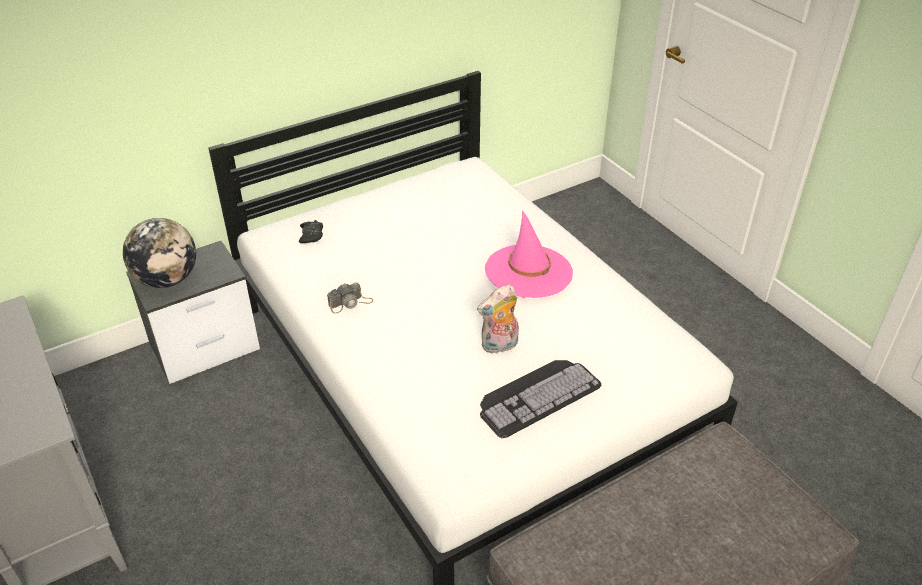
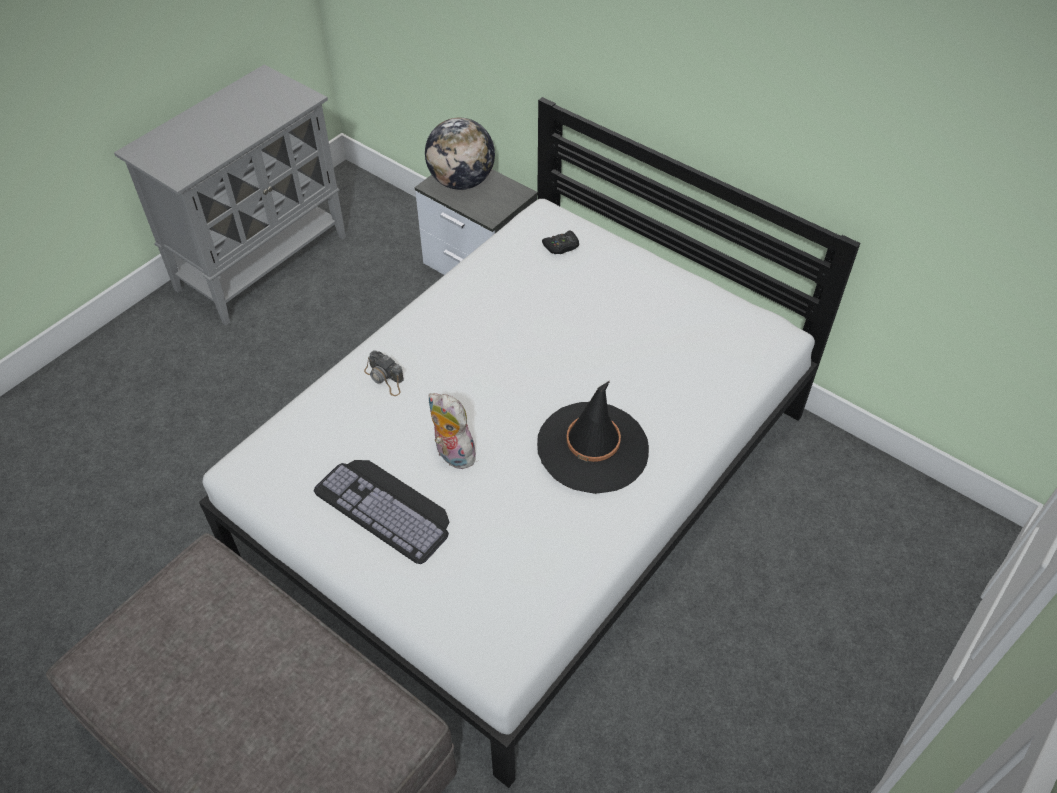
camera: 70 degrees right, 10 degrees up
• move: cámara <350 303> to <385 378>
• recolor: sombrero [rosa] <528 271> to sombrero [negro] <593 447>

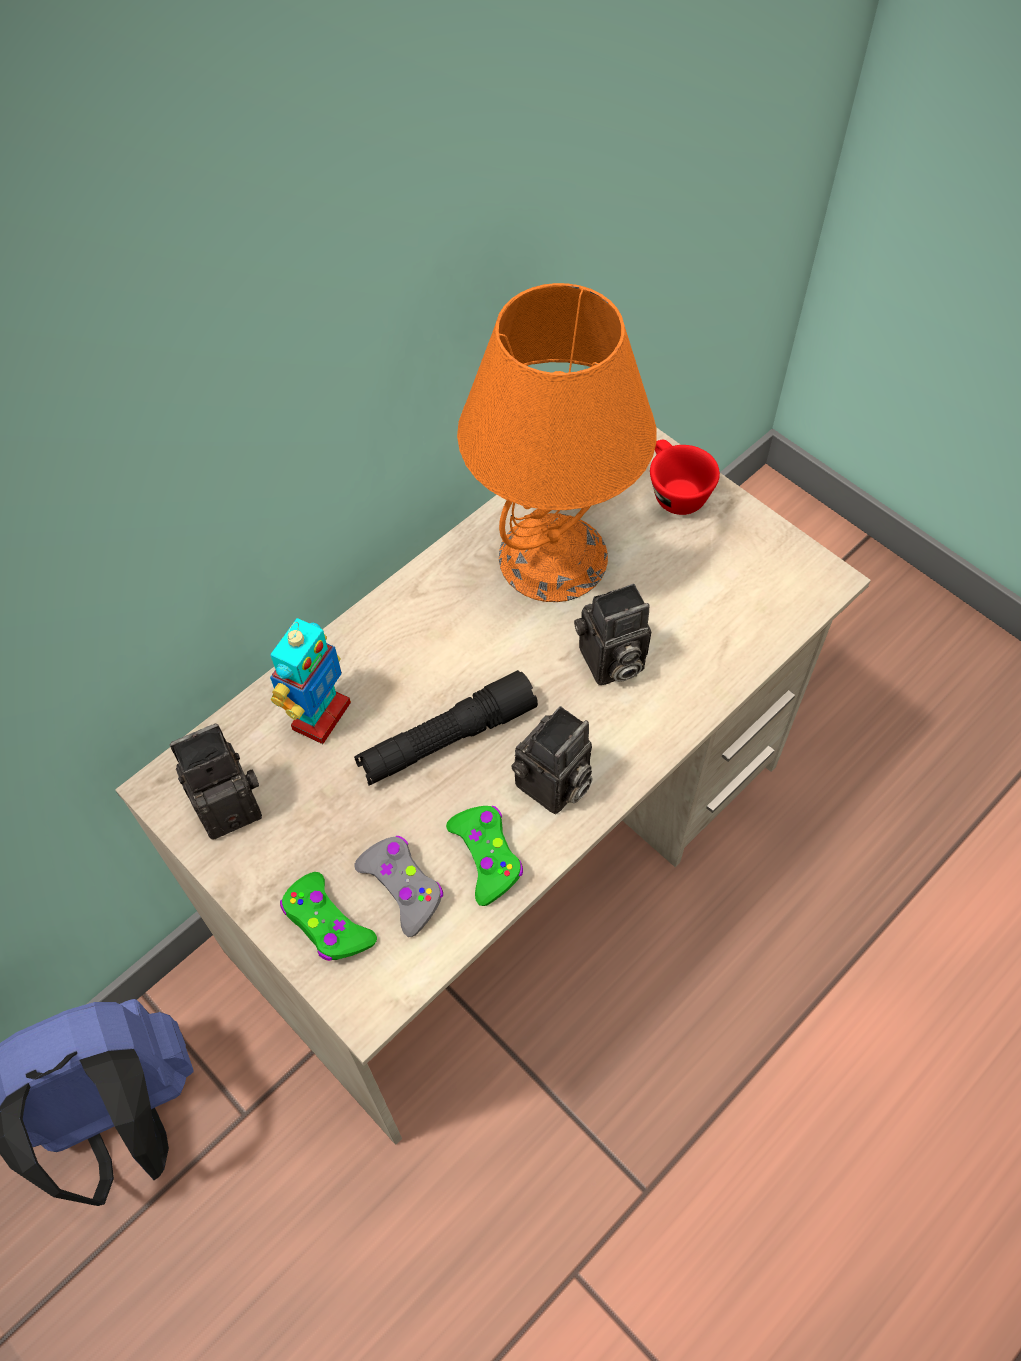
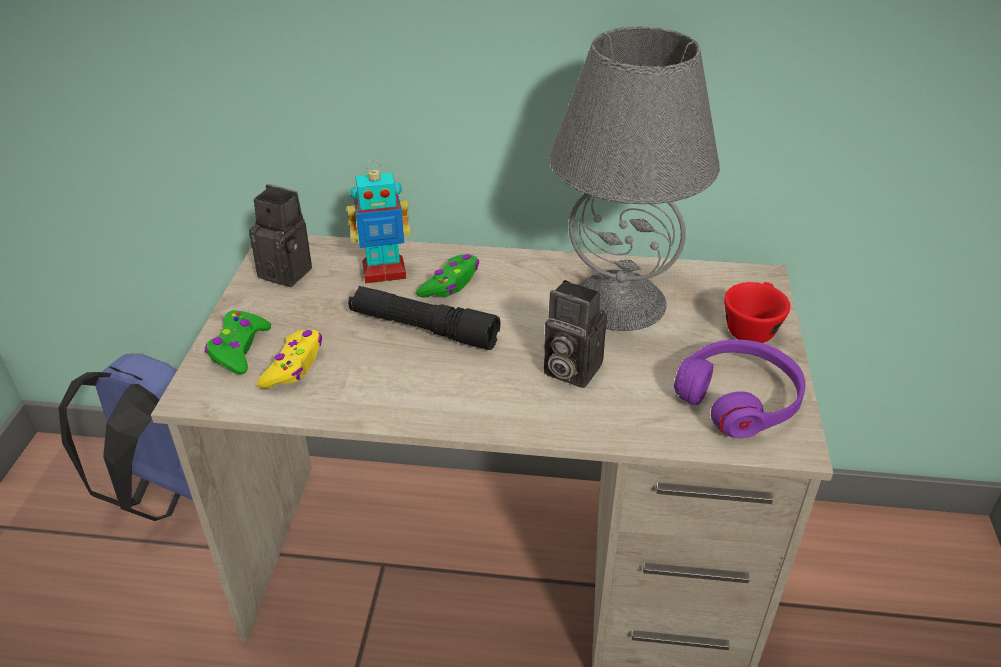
camera: 50 degrees right, 20 degrees down
• recolor: mando de consola [gris] <402 887> to mando de consola [amarillo] <294 366>
• move: mando de consola [verde] <486 856> to <450 283>
• recolor: lámpara de mesa [naranja] <553 558> to lámpara de mesa [gris] <617 302>
• insert: auriculares [morado] <739 399>
• delete: cámara <553 787>

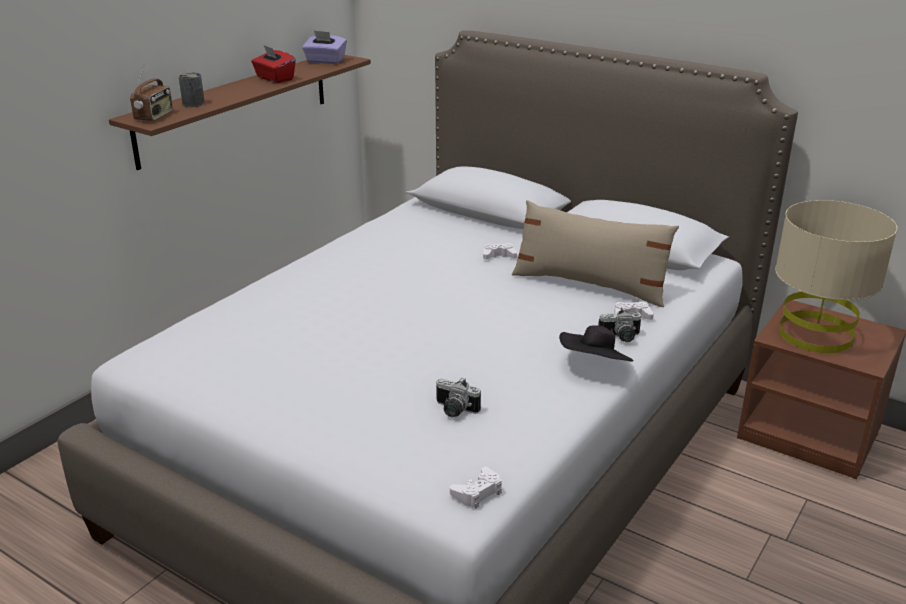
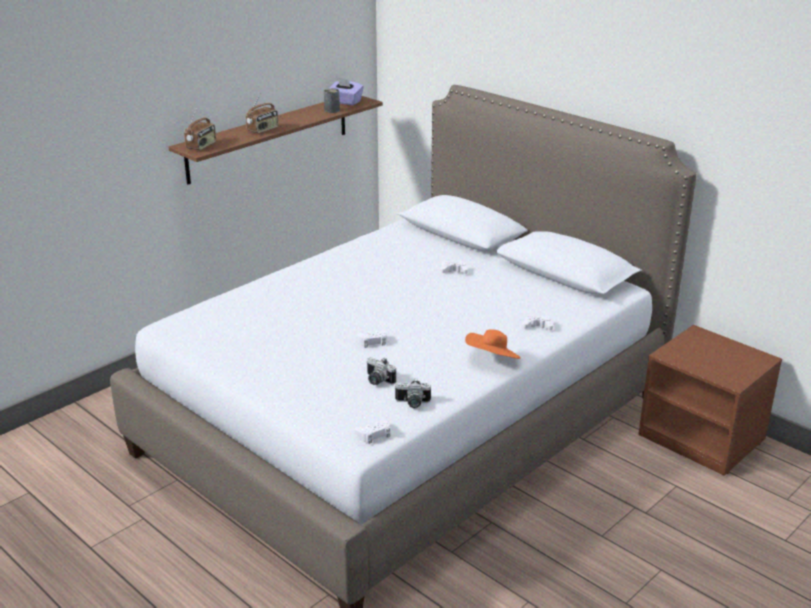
camera: 10 degrees right, 0 degrees up
• insert: radio <263 130>
• move: lata <193 104> to <332 110>
• insert: mando de consola [blanco] <373 341>
• move: cámara <620 338> to <412 403>
• recolor: sombrero [negro] <595 365> to sombrero [naranja] <492 359>
• delete: caja de pañuelos [rojo] <274 78>
• delete: cojín [beis] <589 285>
• delete: lámpara de mesa [beis] <816 334>

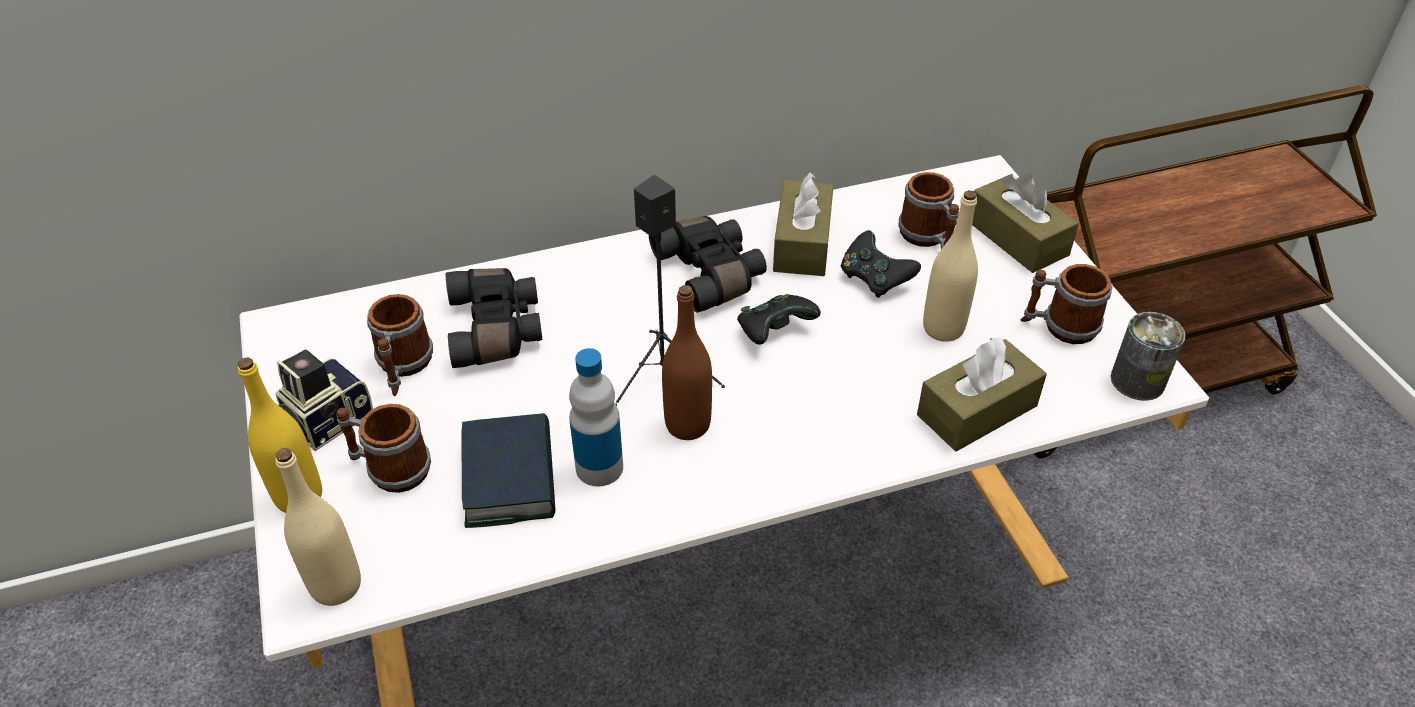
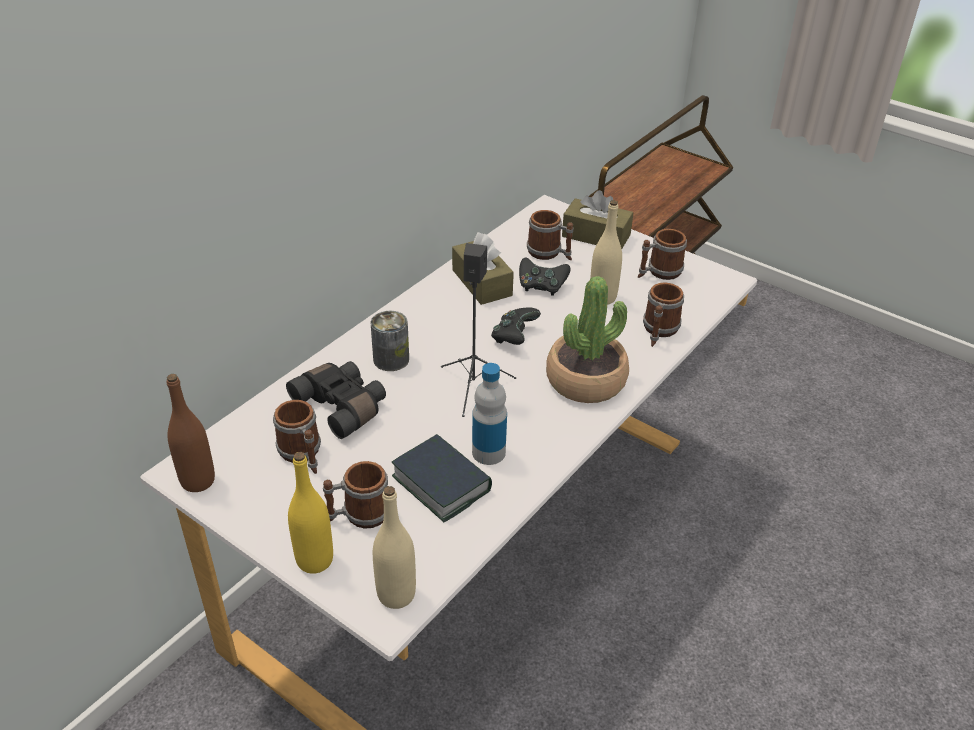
camera: 35 degrees left, 5 degrees down
• move: botella [marrón] <687 425> to <198 481>
• move: lata <1137 381> to <391 359>
• insert: planta en maceta <586 380>
• replace: caja de pañuelos [marrón] <977 410> to taza grande <659 331>
• delete: cámara <317 425>
• delete: prismáticos [negro] <712 273>

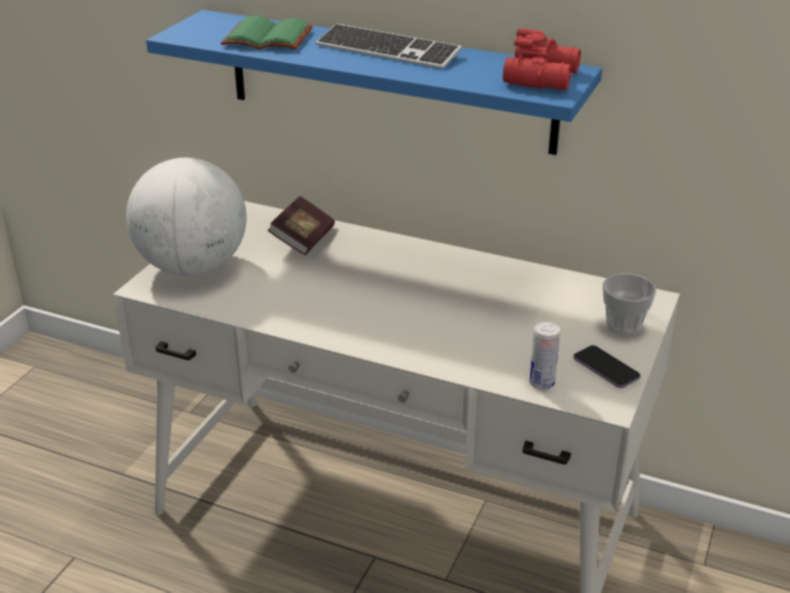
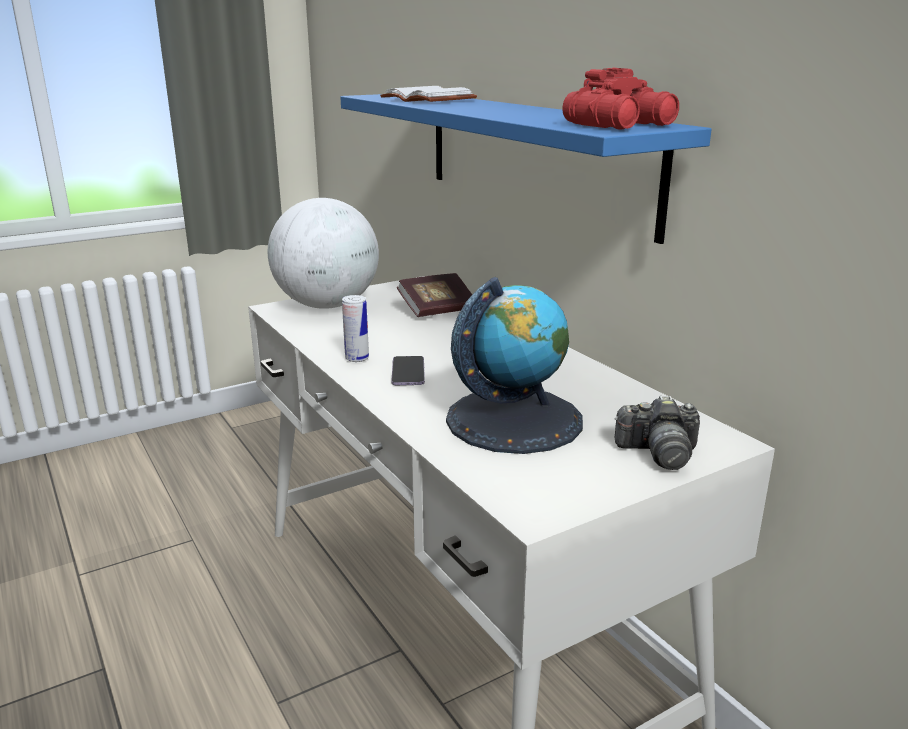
camera: 35 degrees right, 10 degrees down
• move: lata <542 383> to <357 358>
• recolor: libro [verde] <269 37> to libro [blanco] <431 100>
• move: móvil <606 368> to <408 373>
• insert: globo terráqueo <514 419>
• replace: taza <623 325> to cámara <658 453>
• delete: teclado <387 50>

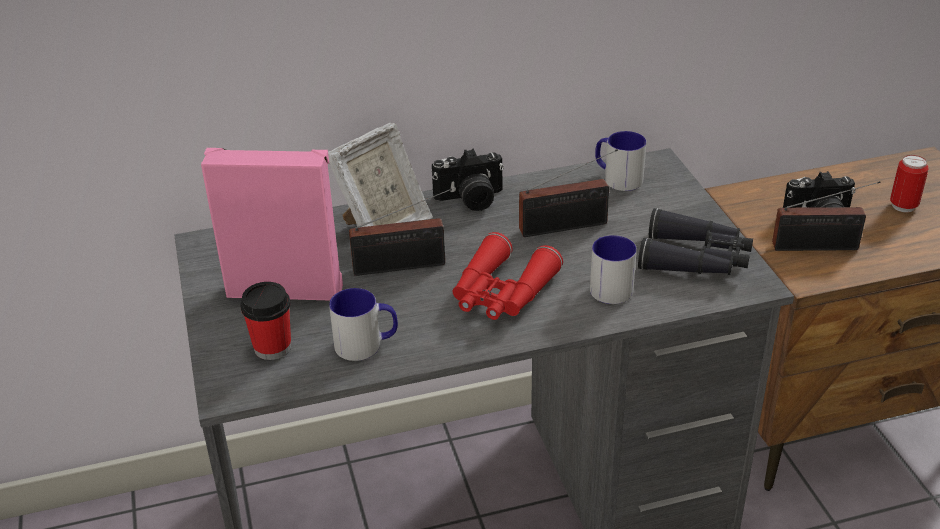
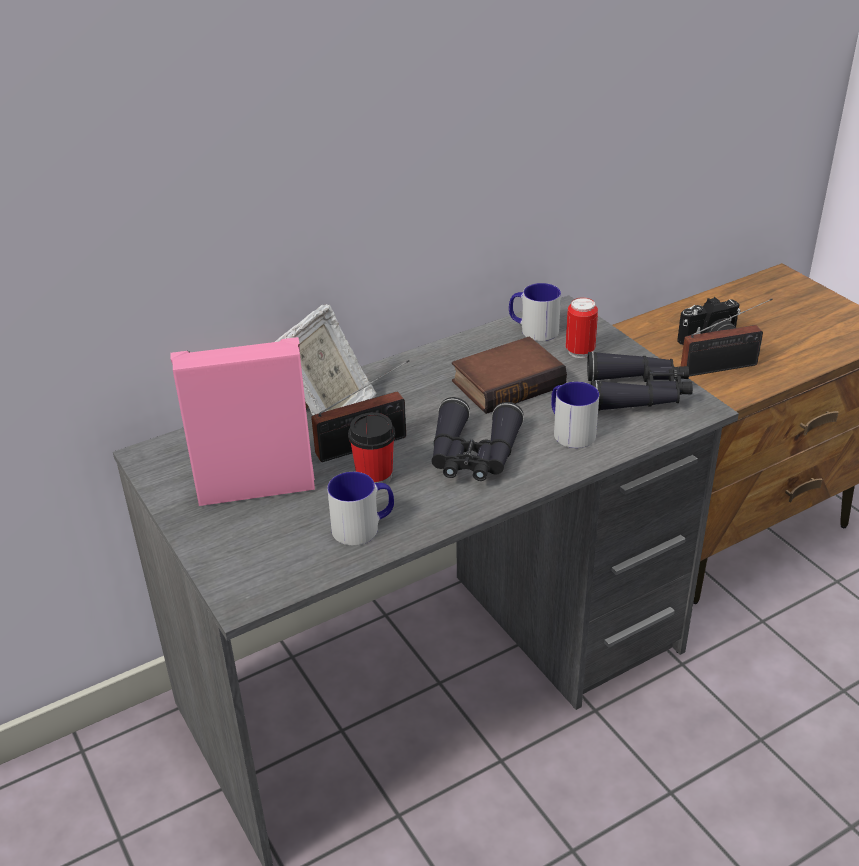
camera: 15 degrees left, 0 degrees up
• move: taza <272 347> to <374 476>
• recolor: prismáticos [rojo] <501 293> to prismáticos [negro] <473 455>
• replace: radio <568 226> to libro <507 382>
• move: lata <903 206> to <580 351>
• delete: cámara <470 199>

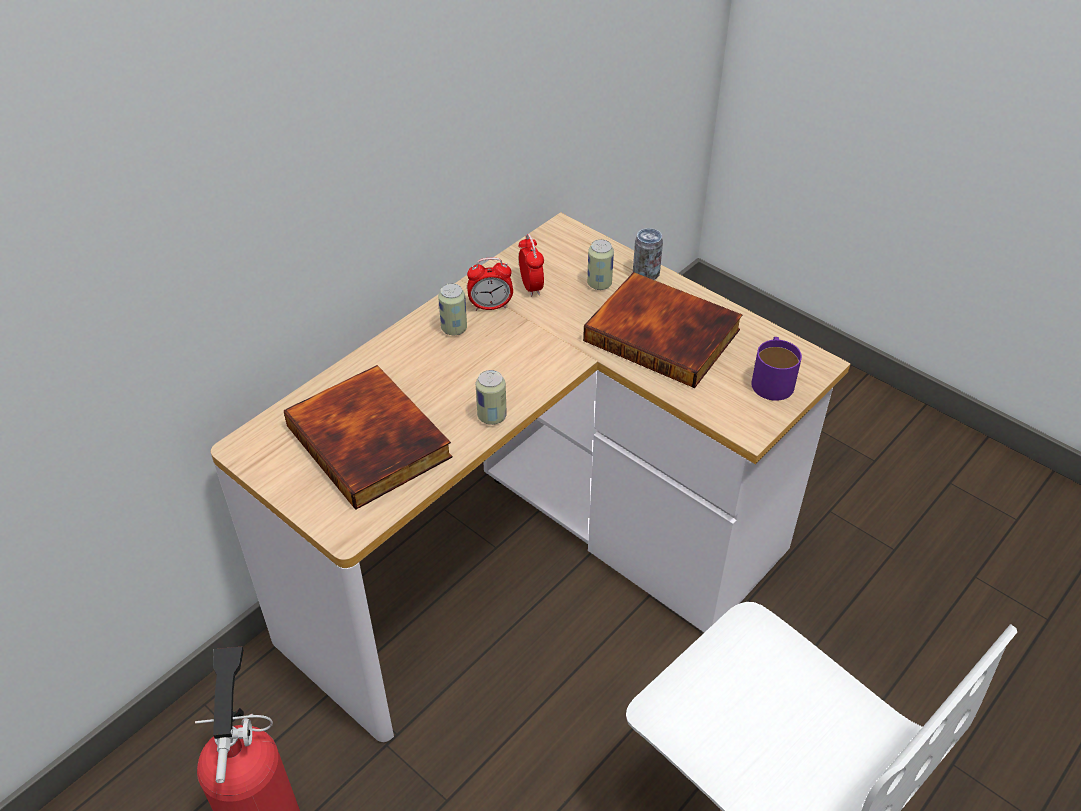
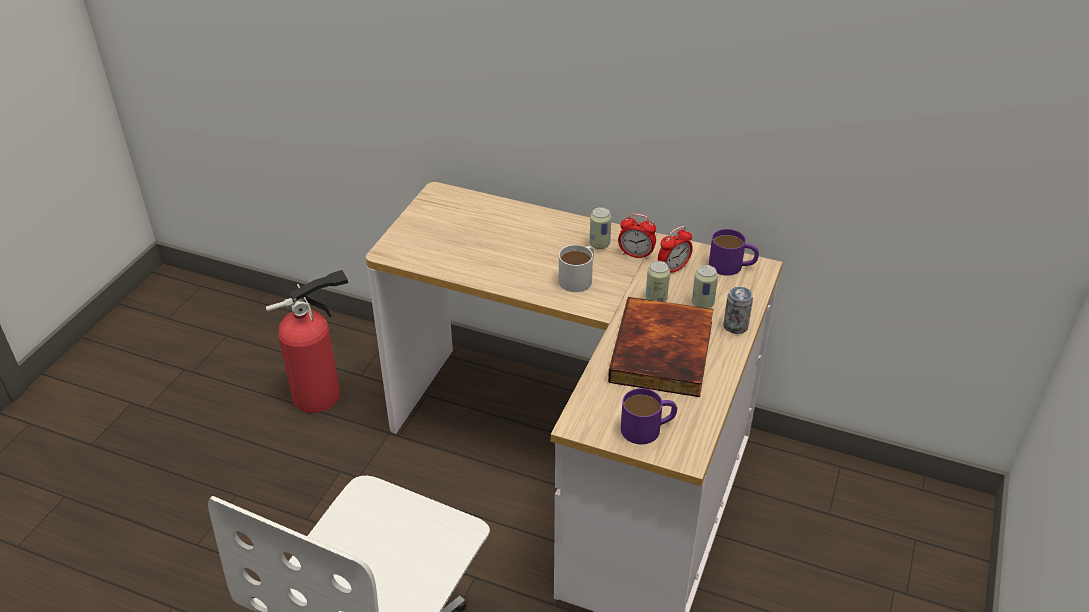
camera: 70 degrees right, 5 degrees down
• insert: taza grande [blanco] <579 277>
• rotate: despertador <490 306> = <636 255> 45 degrees counterclockwise
• move: lata <492 416> to <656 299>
• insert: taza grande [morado] <732 266>
• delete: libro <372 440>

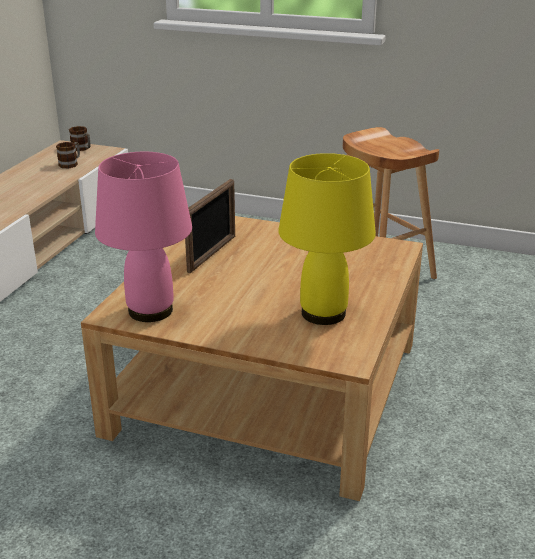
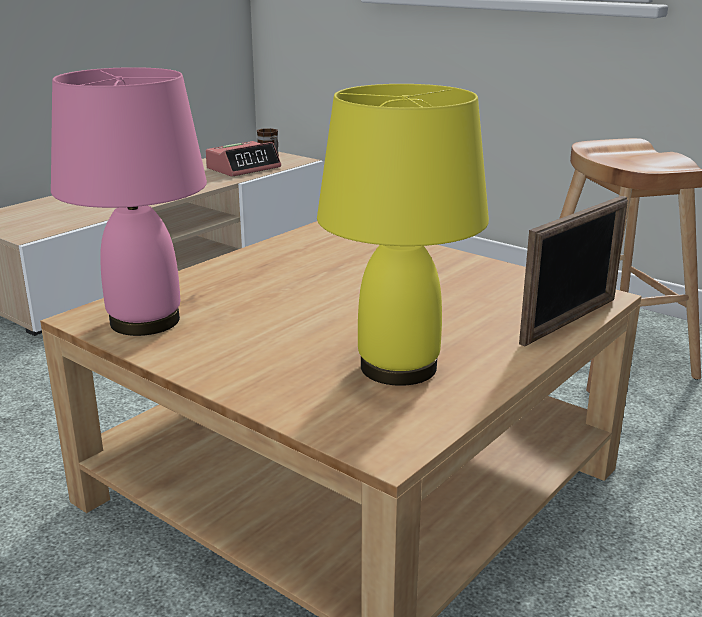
camera: 20 degrees right, 5 degrees down
• replace: taza grande <71 163> to despertador <244 168>
• move: portarretratos <212 254> to <569 321>

